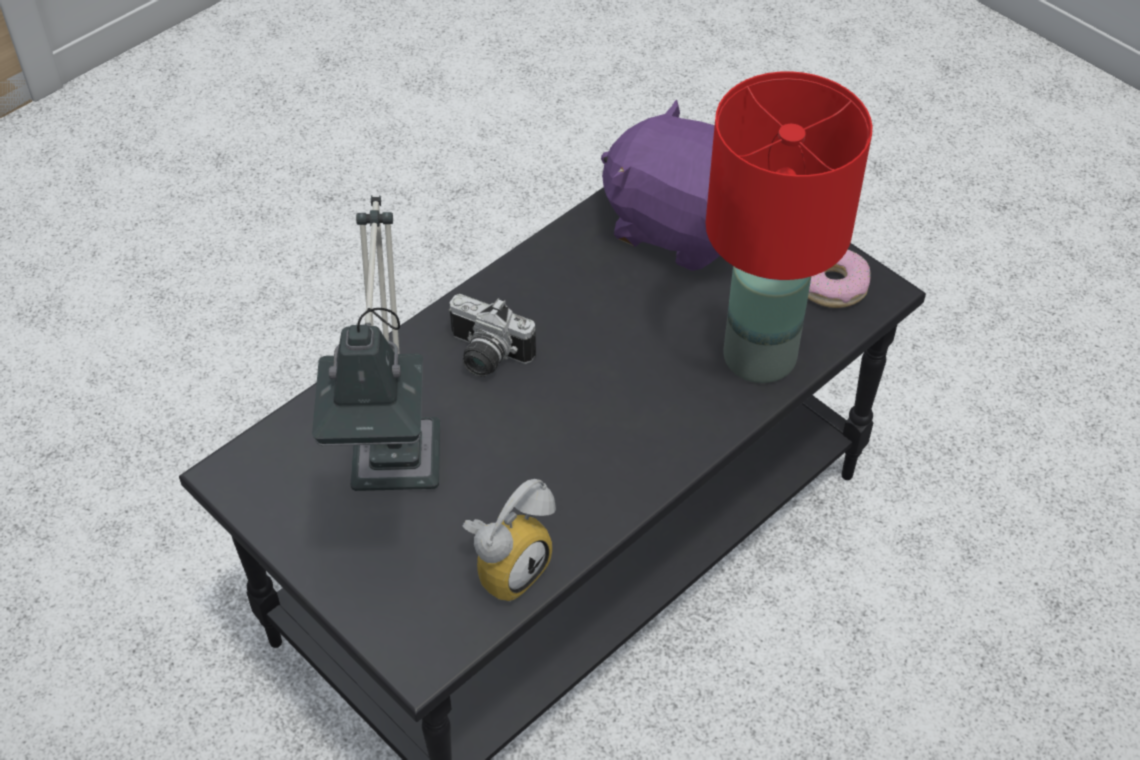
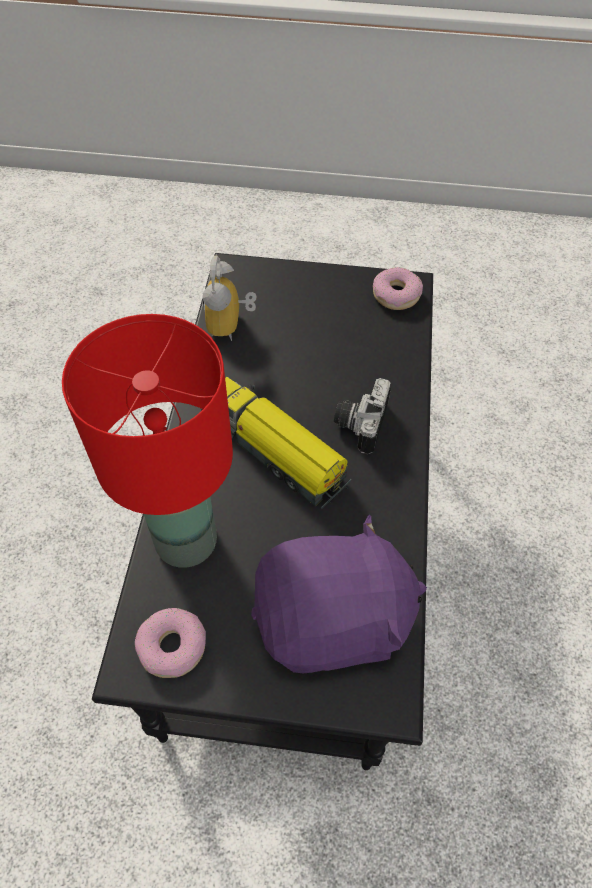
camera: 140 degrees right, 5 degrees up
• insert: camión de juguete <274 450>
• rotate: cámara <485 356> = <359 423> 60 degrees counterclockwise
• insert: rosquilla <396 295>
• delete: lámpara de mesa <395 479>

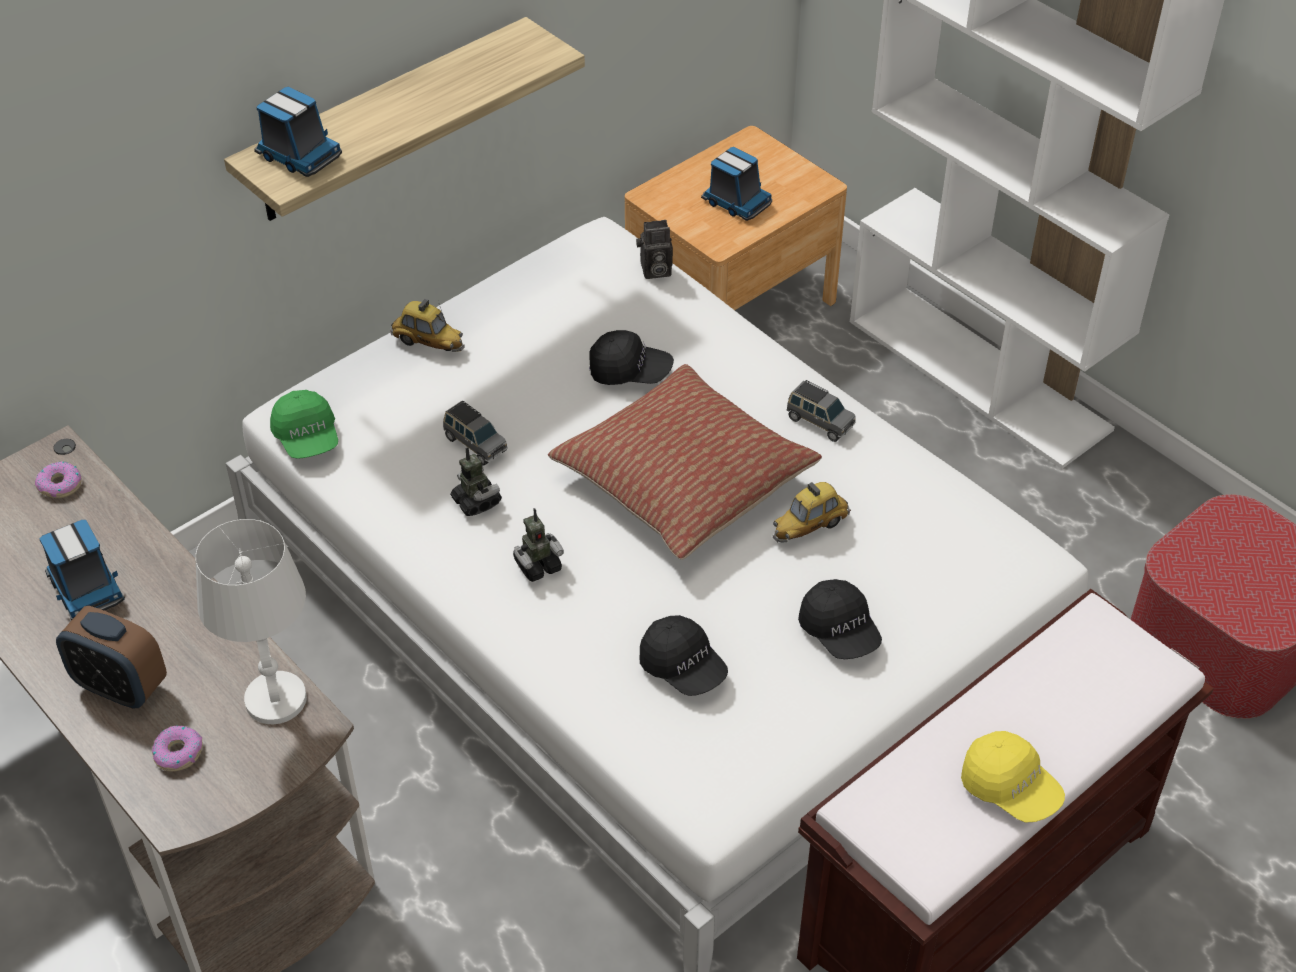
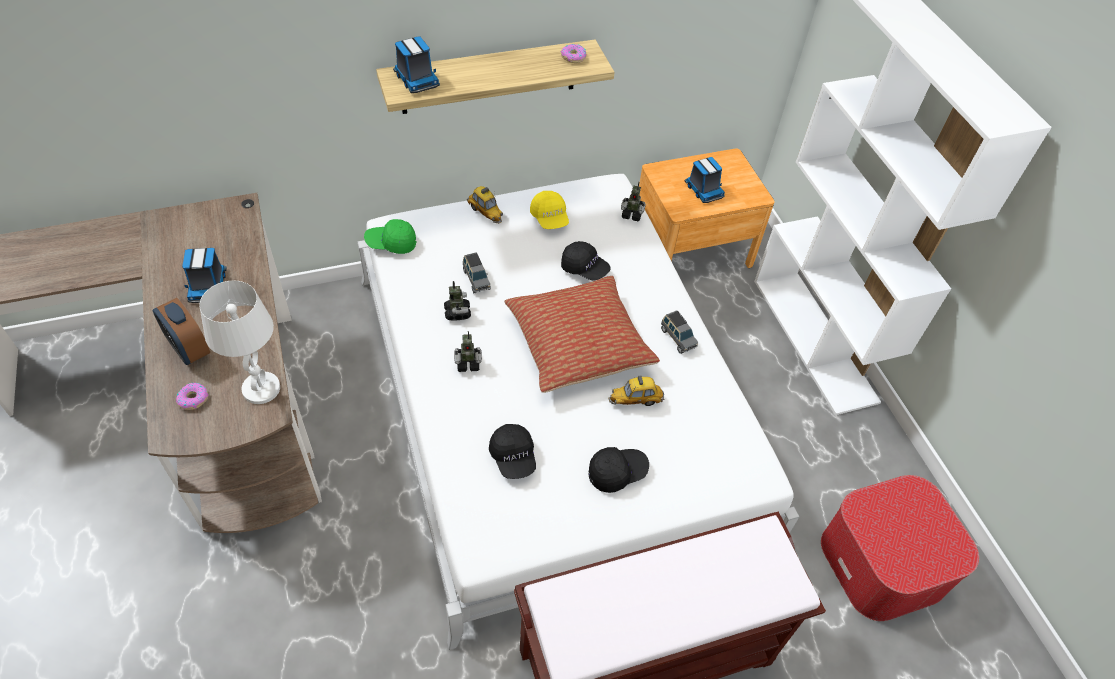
camera: 20 degrees right, 5 degrees up
• rotate: gorra [verde] <307 438> = <391 243> 90 degrees clockwise
• move: gorra [amarillo] <1010 789> to <549 218>
• move: rosquilla <60 485> to <573 57>
• rotate: gorra [negro] <839 632> = <617 472> 105 degrees counterclockwise
• replace: cámara <654 271> to robot de juguete <632 214>

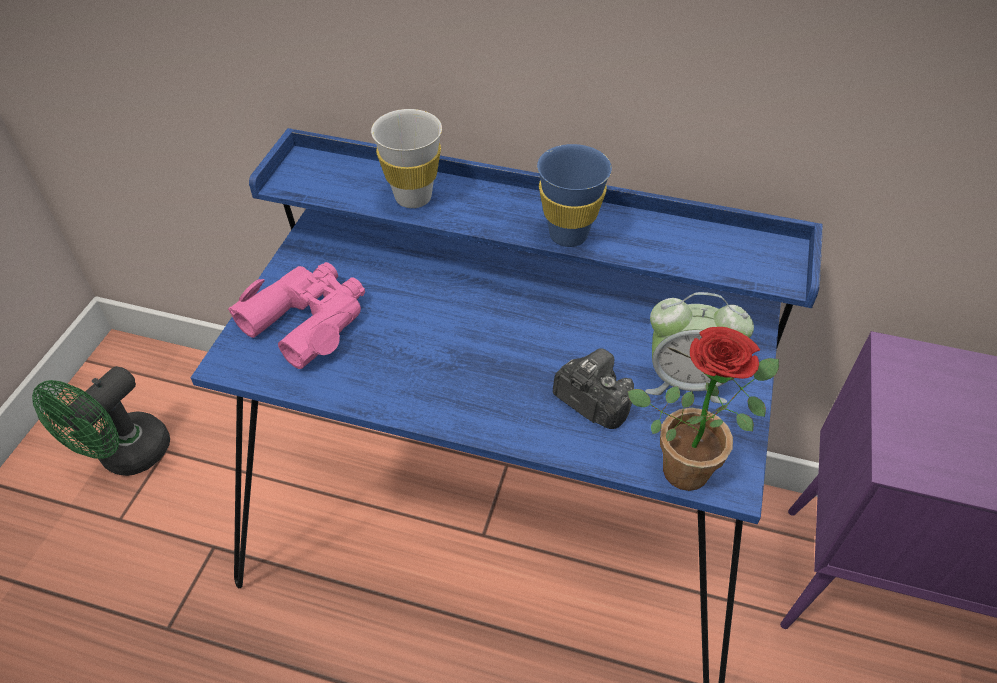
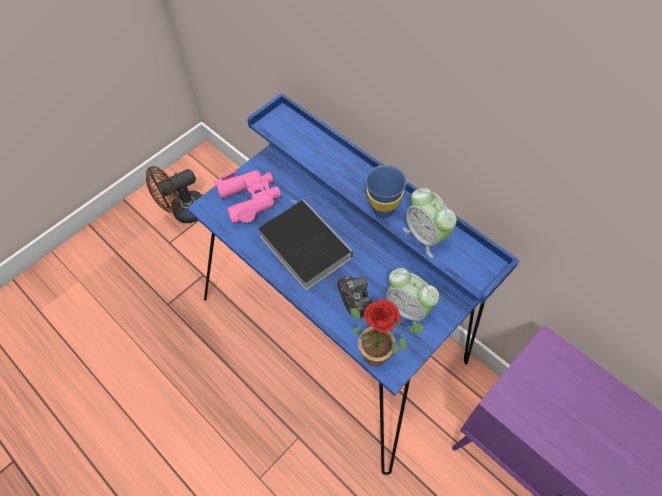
camera: 30 degrees right, 10 degrees up
• recolor: ventilador [verde] <126 457> to ventilador [marrón] <184 212>
• insert: libro <302 245>
• insert: despertador <426 236>
• delete: taza [blanco] <413 197>

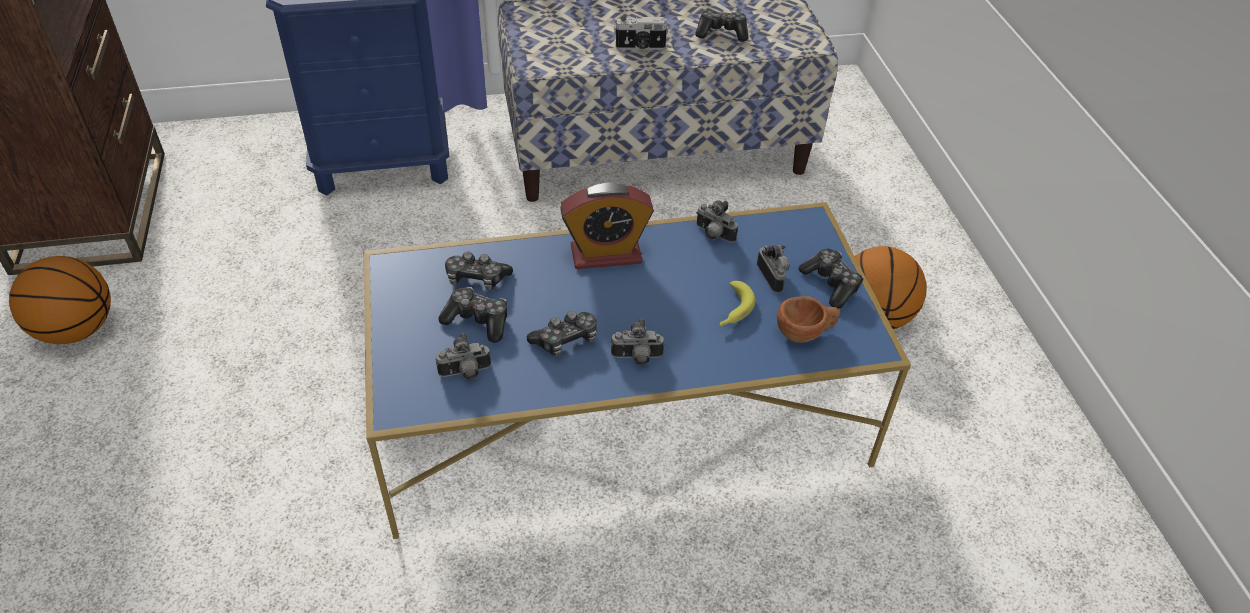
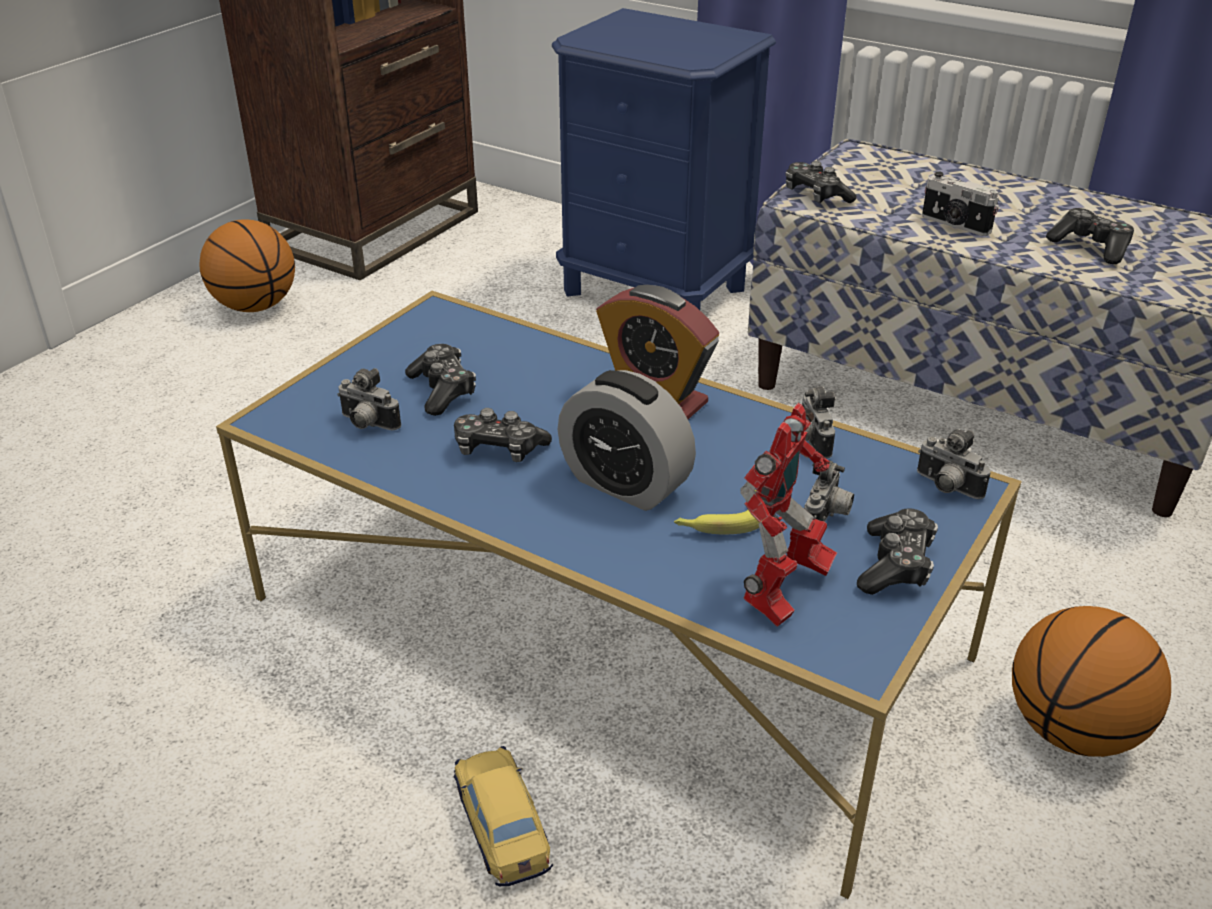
camera: 45 degrees right, 10 degrees down
• insert: coche de juguete <502 829>
• insert: despertador <625 484>
• replace: taza [marrón] <805 333> to robot de juguete <782 594>
• move: mando de consola <476 278> to <816 195>
• move: cámara <637 358> to <946 488>

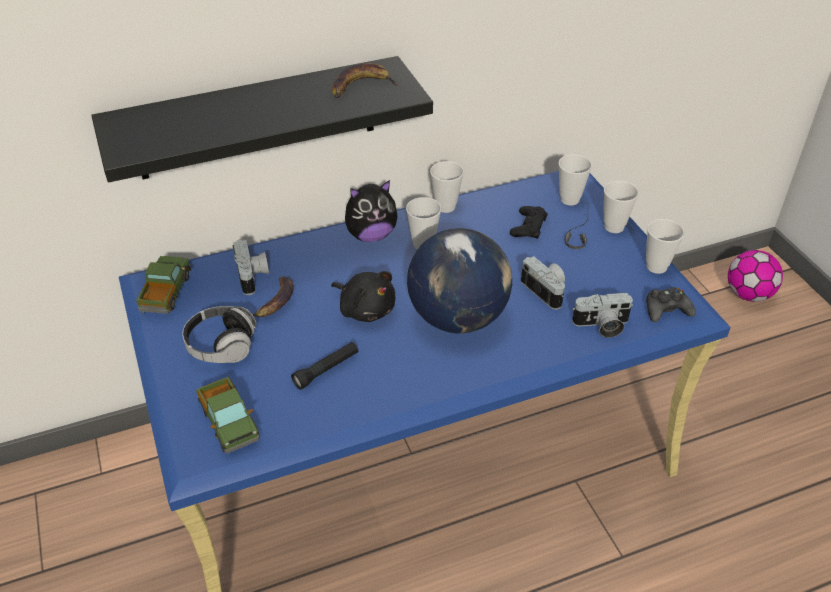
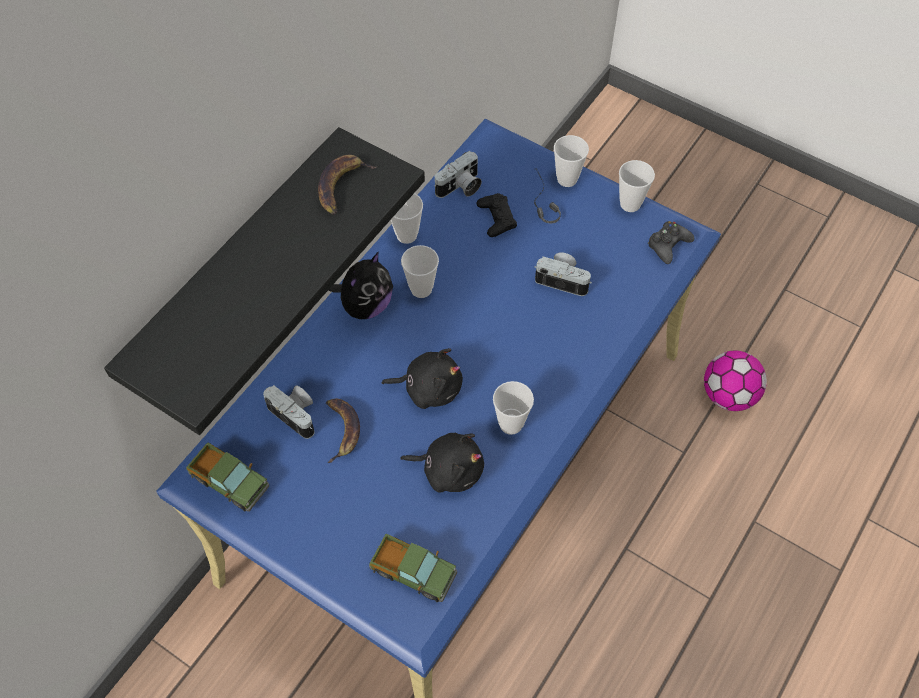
camera: 35 degrees left, 15 degrees up
• rotate: camión de juguete <166 293> = <230 482> 150 degrees clockwise
• replace: linterna [negro] <326 370> to peluche [negro] <449 470>
• move: cámara <601 326> to <460 187>
• move: taza <569 199> to <511 424>
• move: balón de fútbol <748 294> to <728 395>
• delete: auriculares <221 346>
• delete: globo terráqueo <458 317>

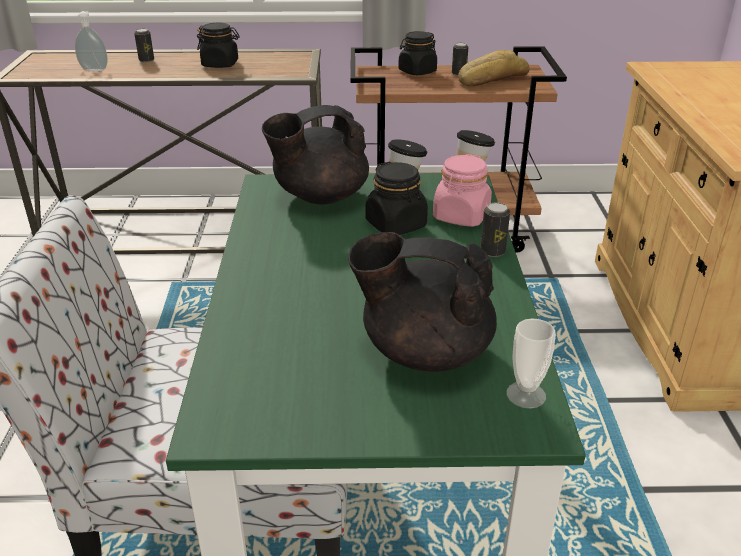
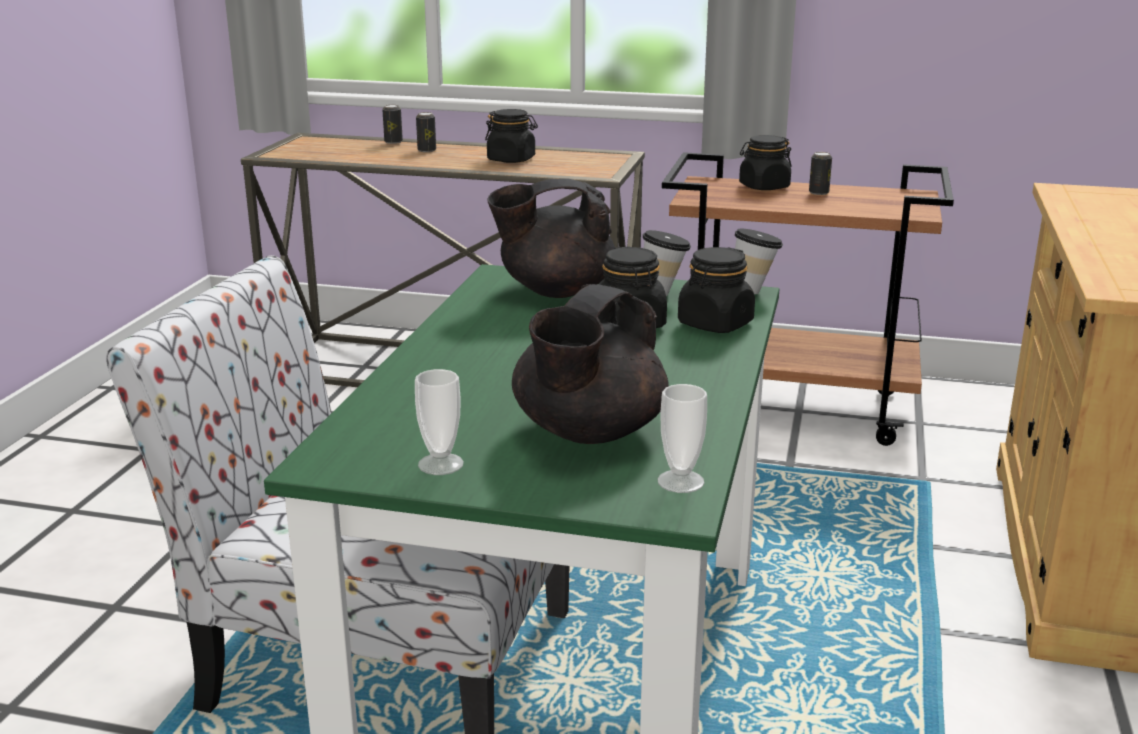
camera: 15 degrees right, 10 degrees down
• move: lata <492 251> to <393 142>
• insert: taza <440 464>
• rotate: tetera [negro] <424 351> = <588 432> 90 degrees counterclockwise
• recolor: tarro [rosa] <461 216> to tarro [negro] <715 324>
• delete: dispensador de jabón <95 69>
• delete: pan <491 78>

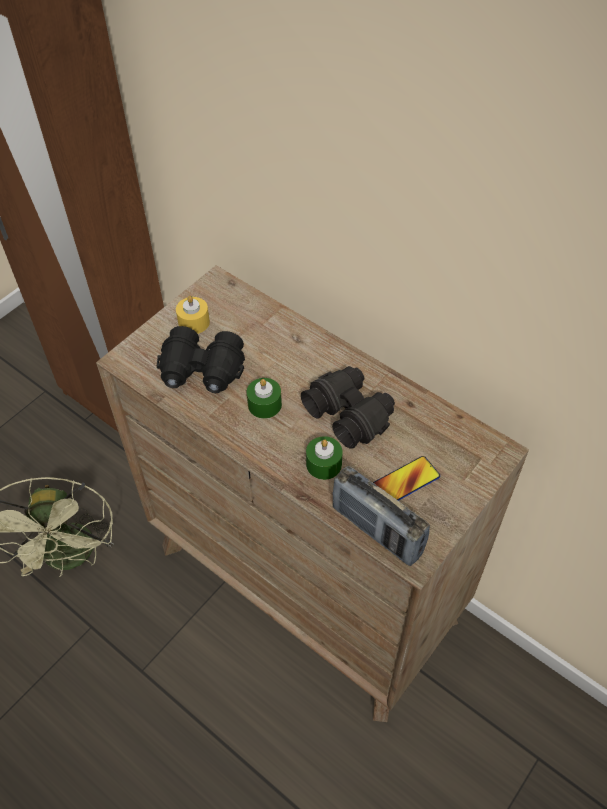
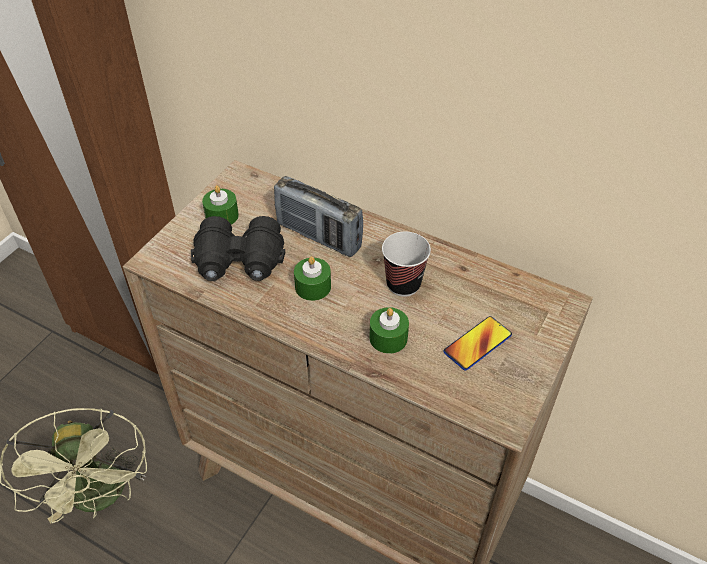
camera: 10 degrees left, 5 degrees down
• recolor: vela [amarillo] <194 322> to vela [verde] <222 216>
• move: radio <376 531> to <318 236>
• replace: prismáticos [negro] <349 413> to taza <403 284>

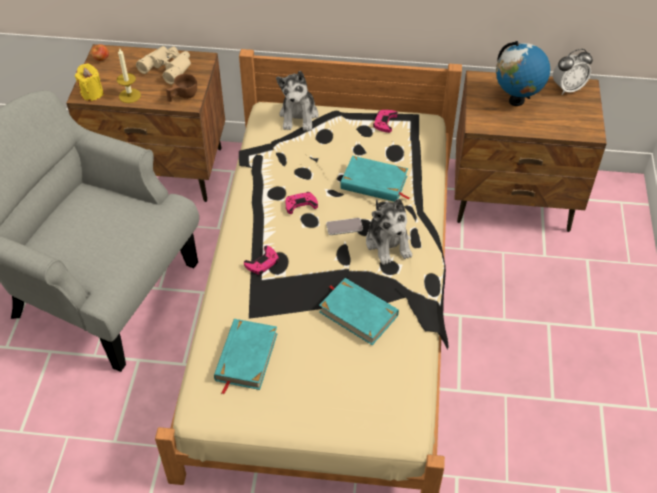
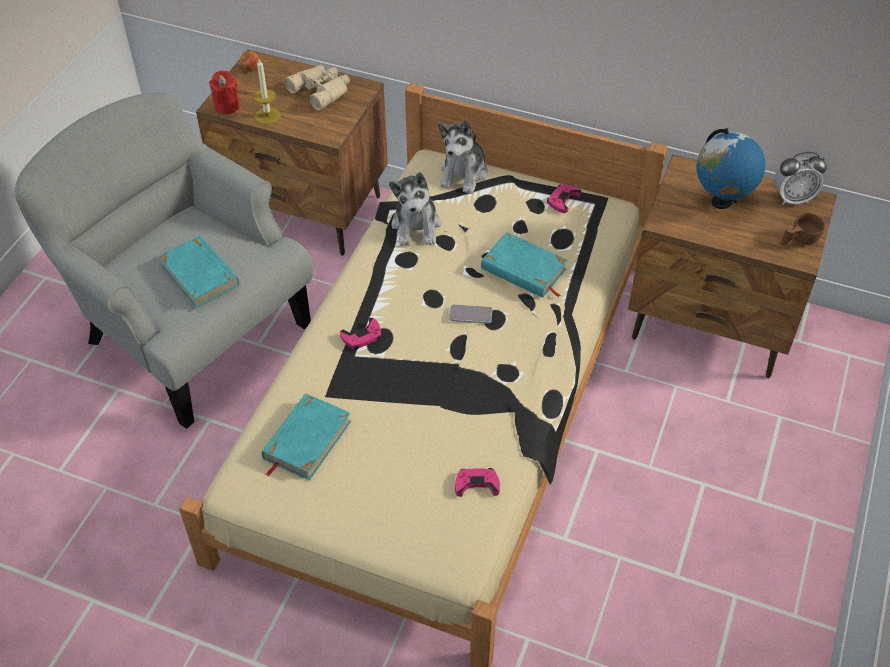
camera: 15 degrees right, 0 degrees up
• move: libro [turquesa] <358 313> to <200 274>
• recolor: vela [amarillo] <92 93> to vela [rojo] <227 106>
• move: peluche <388 243> to <416 226>
• move: mando de consola [rosa] <300 204> to <477 484>
• move: taza [marrón] <182 96> to <798 241>

